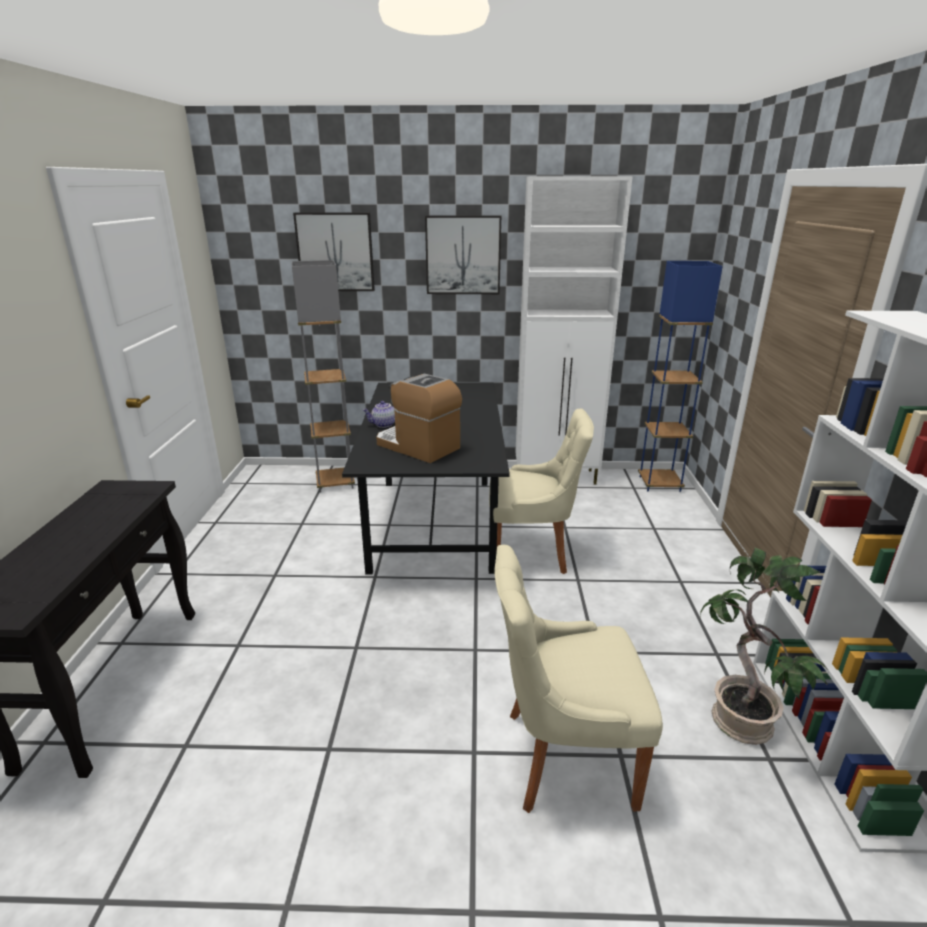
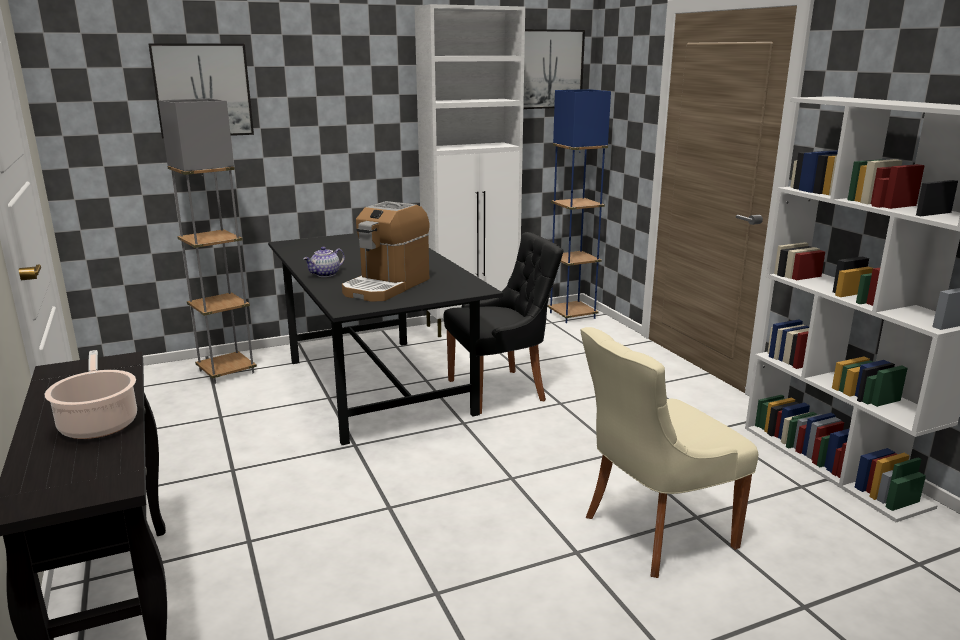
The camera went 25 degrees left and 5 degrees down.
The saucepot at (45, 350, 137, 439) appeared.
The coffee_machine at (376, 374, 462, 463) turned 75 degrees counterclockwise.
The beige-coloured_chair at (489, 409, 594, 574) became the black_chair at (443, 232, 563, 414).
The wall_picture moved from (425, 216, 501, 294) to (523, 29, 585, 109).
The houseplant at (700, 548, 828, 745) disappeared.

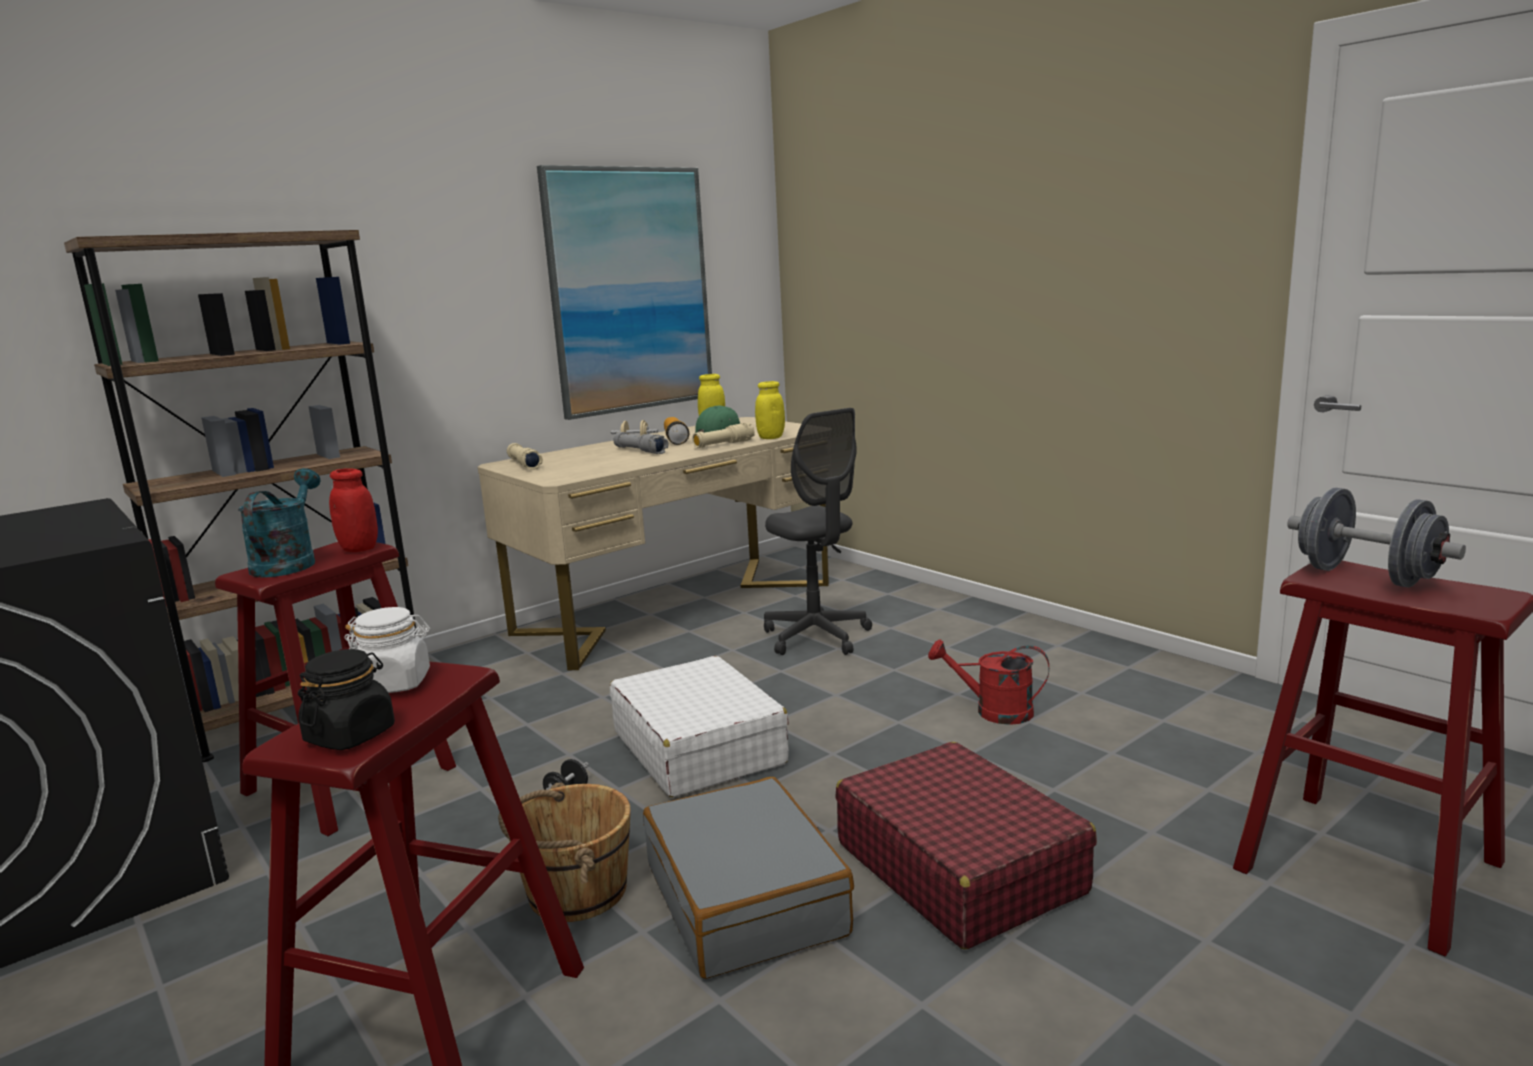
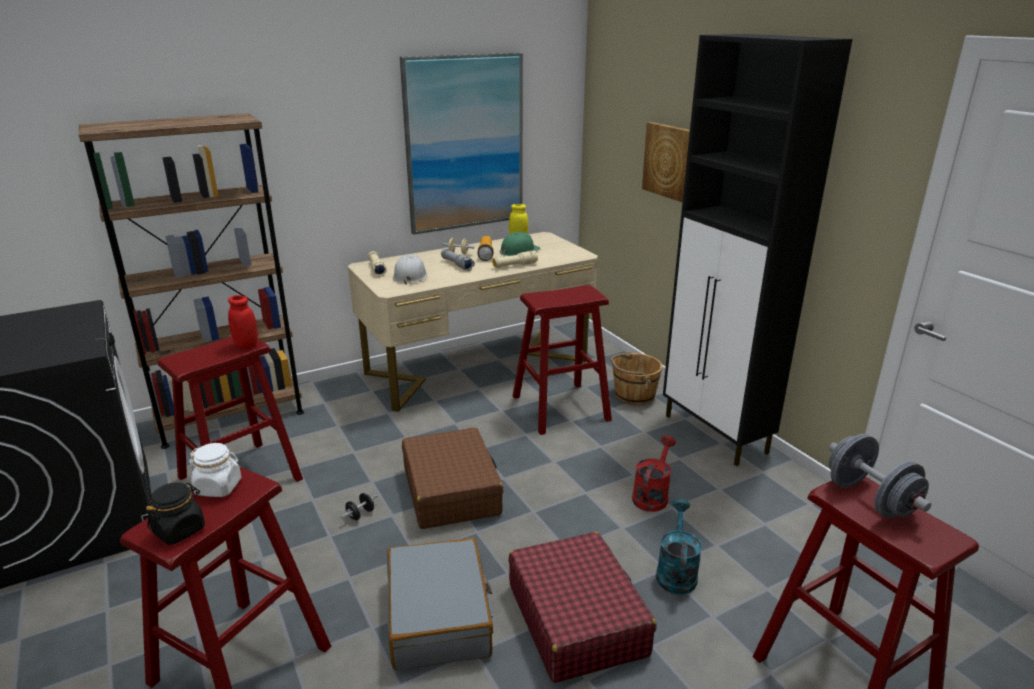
The camera went 10 degrees right and 10 degrees up.
The white_safety_helmet at (393, 254, 427, 285) appeared.
The white_piece_of_luggage at (610, 656, 789, 797) became the brown-coloured_piece_of_luggage at (402, 428, 503, 529).
The grey_computer_chair at (764, 408, 872, 655) was replaced by the red_sitting_stool at (513, 285, 612, 435).
The brown-coloured_water_bucket moved from (498, 783, 631, 922) to (610, 352, 663, 405).
The red_sprinkling_can at (928, 640, 1049, 725) turned 90 degrees clockwise.
The wall_picture at (642, 122, 690, 202) appeared.
The blue-green_sprinkling_can moved from (238, 468, 321, 578) to (656, 499, 702, 595).
The black_cupboard at (663, 34, 853, 466) appeared.
The yellow_storage_jar at (755, 381, 785, 439) disappeared.

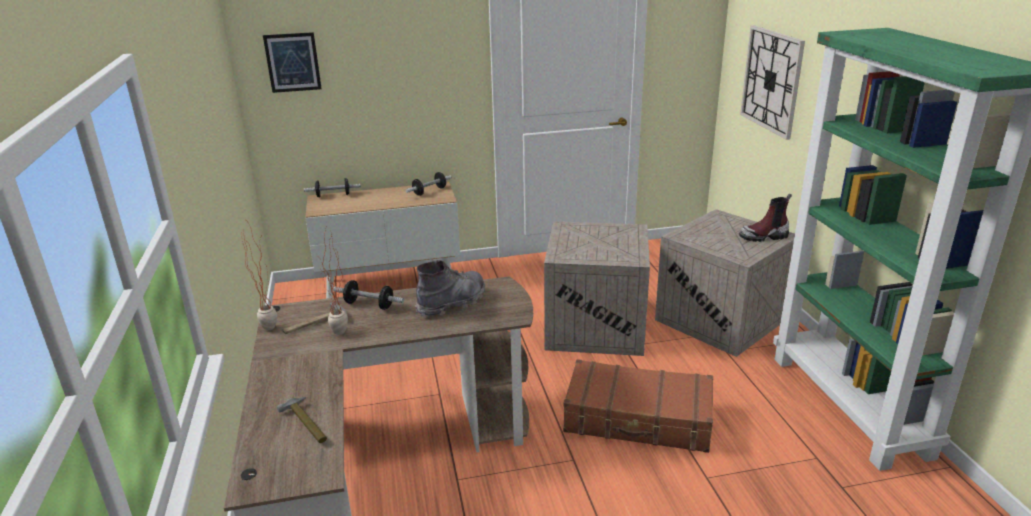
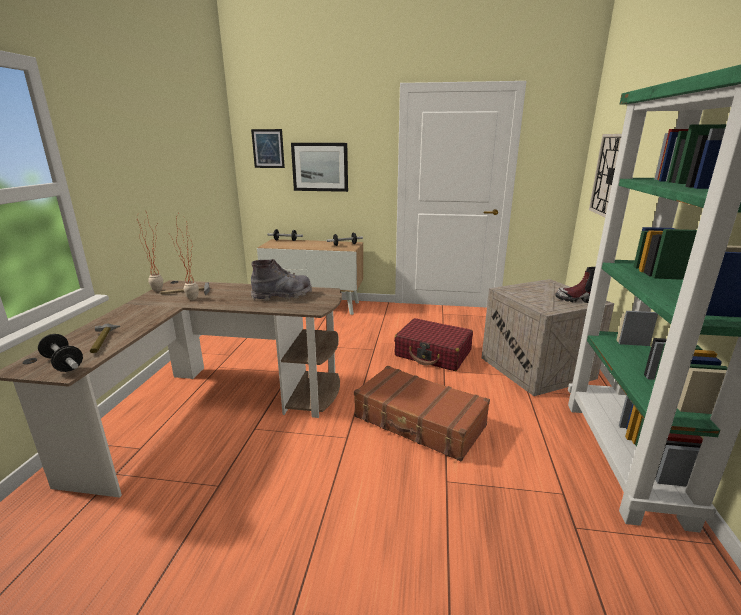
The camera went 20 degrees right and 5 degrees down.
The free_weight moved from (333, 280, 404, 310) to (38, 334, 83, 372).
The wall_picture at (291, 143, 348, 192) appeared.
The crate at (544, 221, 650, 356) was replaced by the red_piece_of_luggage at (394, 318, 473, 371).

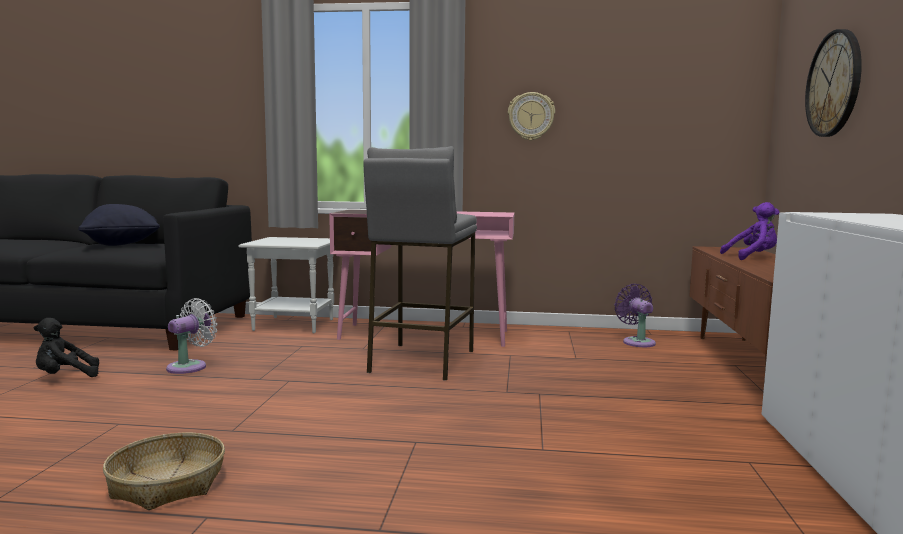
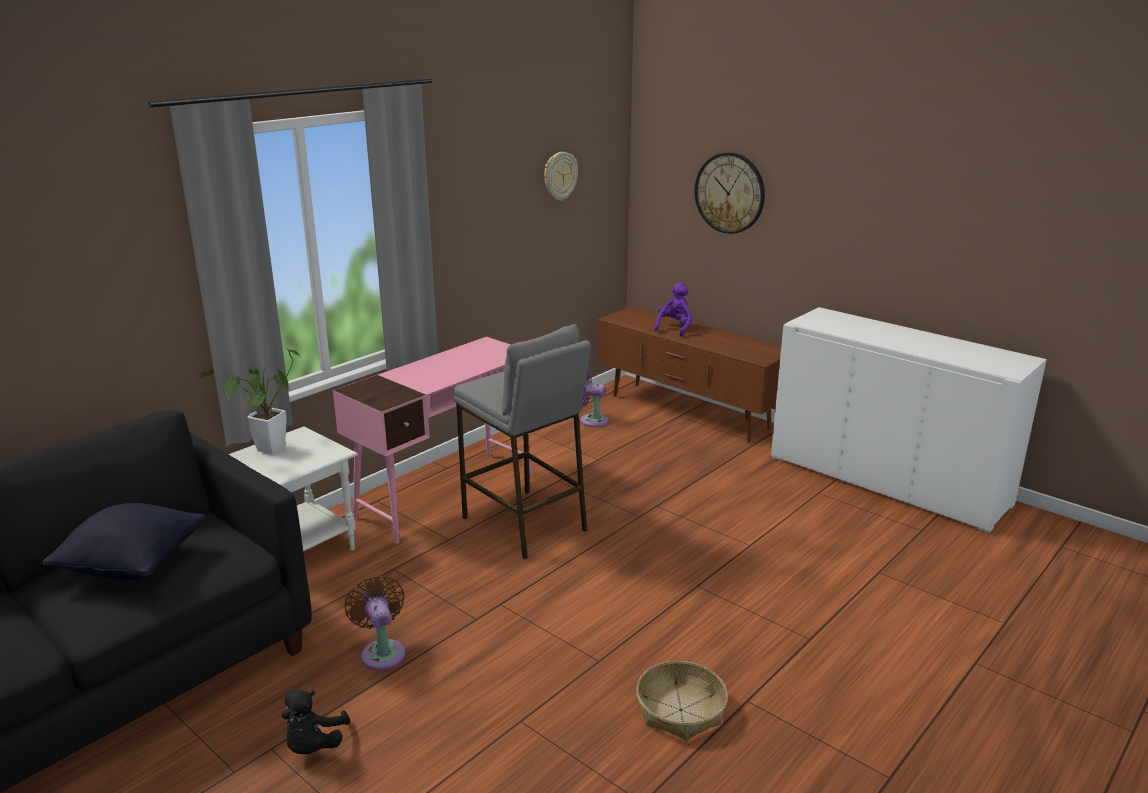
The camera went 55 degrees left and 15 degrees up.
The houseplant at (199, 349, 300, 454) appeared.
The white_fan at (166, 298, 218, 374) became the brown-coloured_fan at (345, 575, 406, 670).
The hanging_clock moved from (508, 92, 555, 141) to (544, 152, 578, 201).

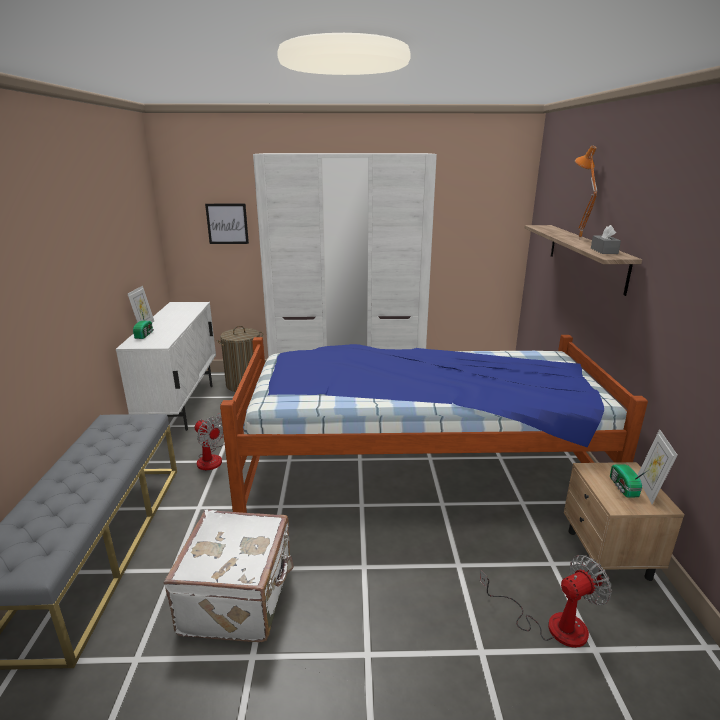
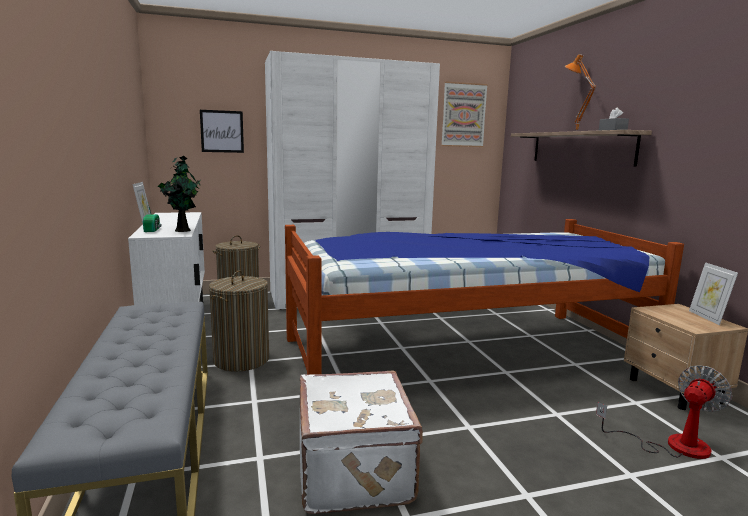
The camera went 15 degrees left and 10 degrees down.
The houseplant at (157, 156, 201, 232) appeared.
The fan at (195, 413, 225, 470) was replaced by the washing_basket at (209, 270, 269, 372).
The wall_picture at (441, 82, 488, 147) appeared.
The radio at (610, 464, 648, 497) disappeared.

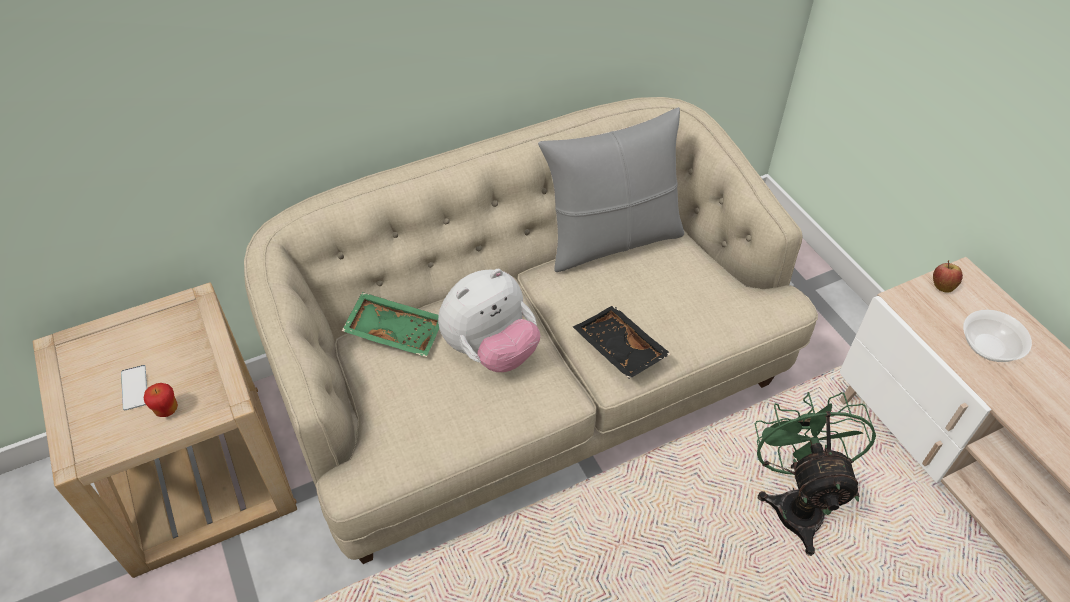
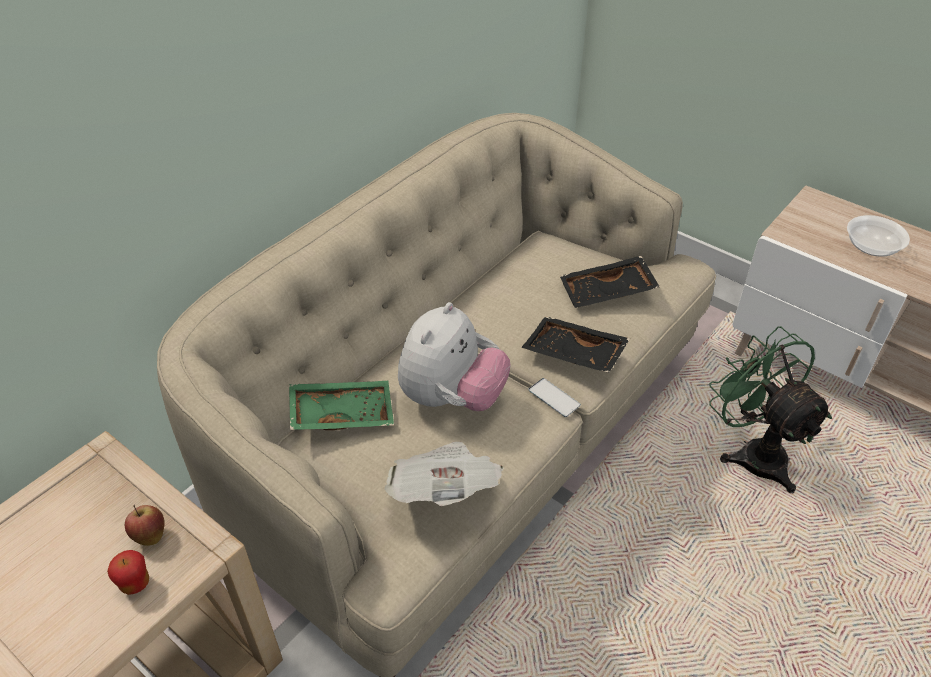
The camera went 25 degrees left and 5 degrees down.
The apple_fruit moved from (933, 260, 963, 293) to (125, 505, 165, 546).
The newspaper at (384, 442, 504, 506) appeared.
The telephone moved from (121, 365, 147, 410) to (528, 378, 581, 417).
The black_serving_tray at (560, 256, 660, 308) appeared.
The grey_pillow at (538, 107, 684, 272) disappeared.

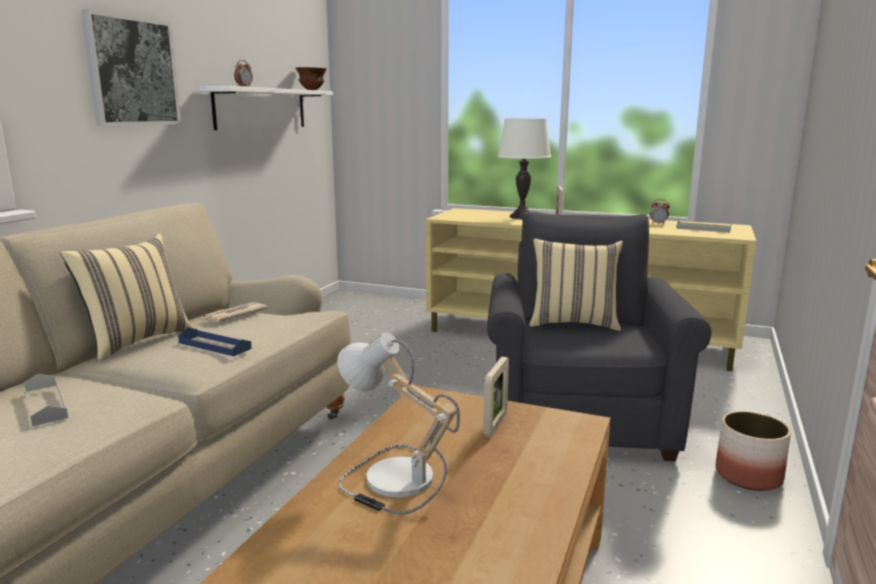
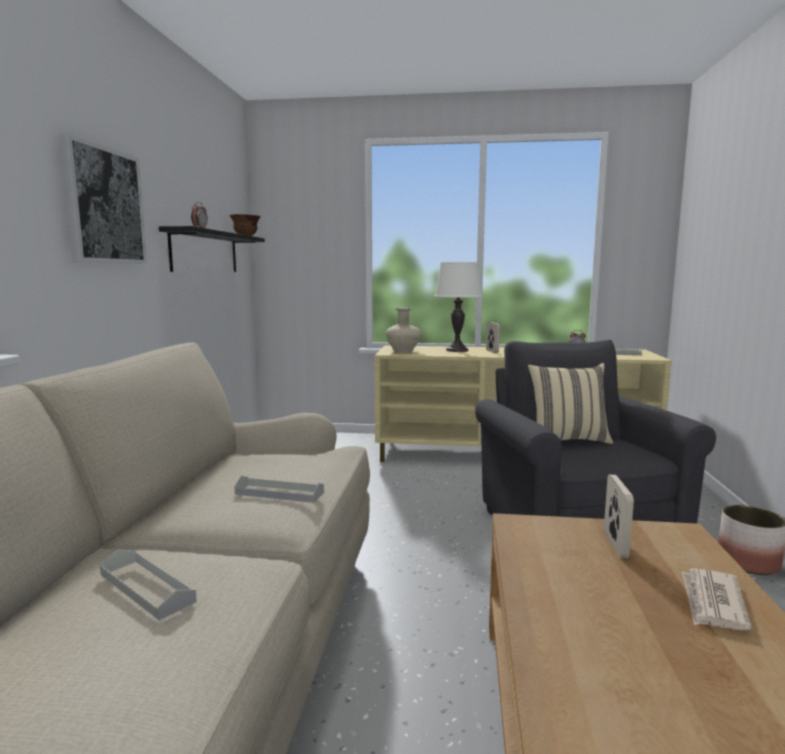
The camera went 15 degrees left and 5 degrees down.
The white_shelf at (199, 86, 333, 130) became the black_shelf at (159, 226, 265, 272).
The blue-coloured_serving_tray at (178, 327, 252, 356) became the grey_serving_tray at (234, 476, 324, 503).
The beige-coloured_decorative_vase at (386, 308, 421, 353) appeared.
The newspaper moved from (202, 302, 268, 322) to (682, 568, 752, 631).
The beige-coloured_pillow at (60, 234, 194, 361) disappeared.
The tabletop_lamp at (337, 332, 460, 515) disappeared.

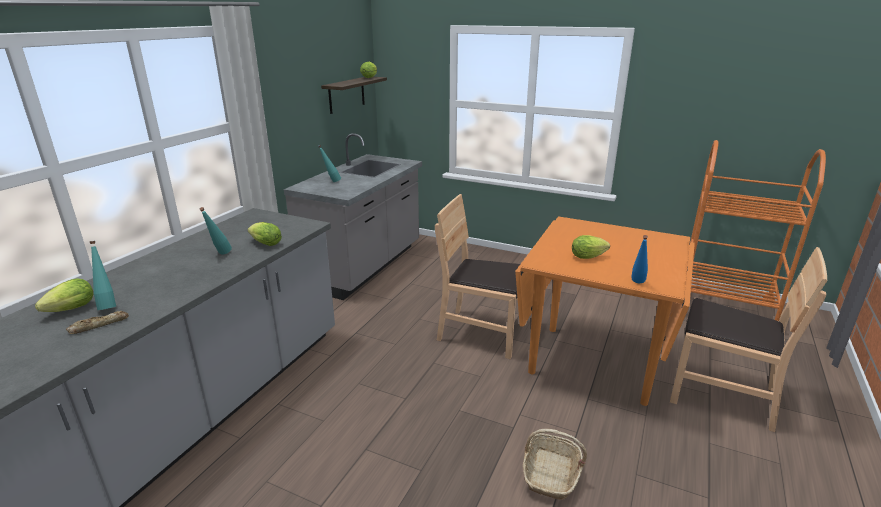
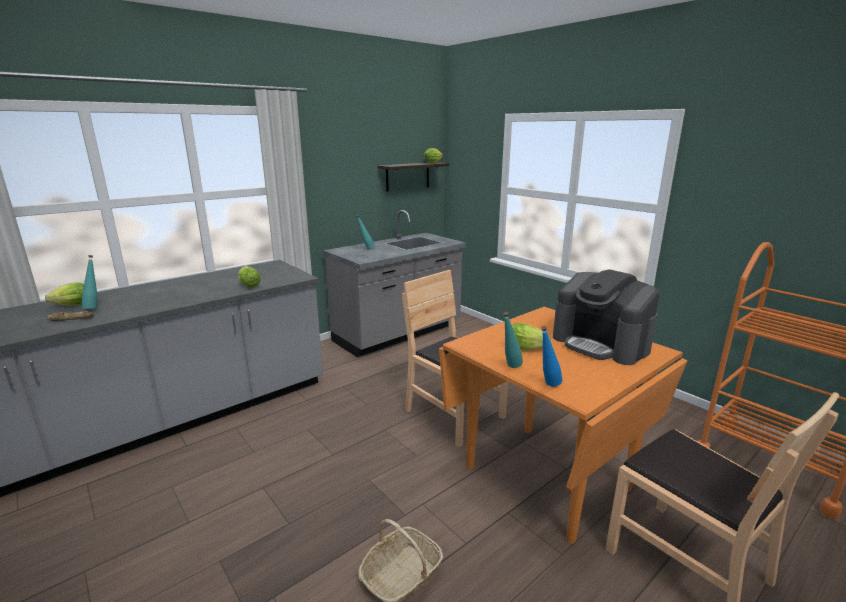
The camera went 25 degrees right and 5 degrees down.
The blue-green_drink_bottle moved from (199, 207, 232, 254) to (503, 312, 523, 368).
The coffee_machine at (553, 269, 660, 365) appeared.

